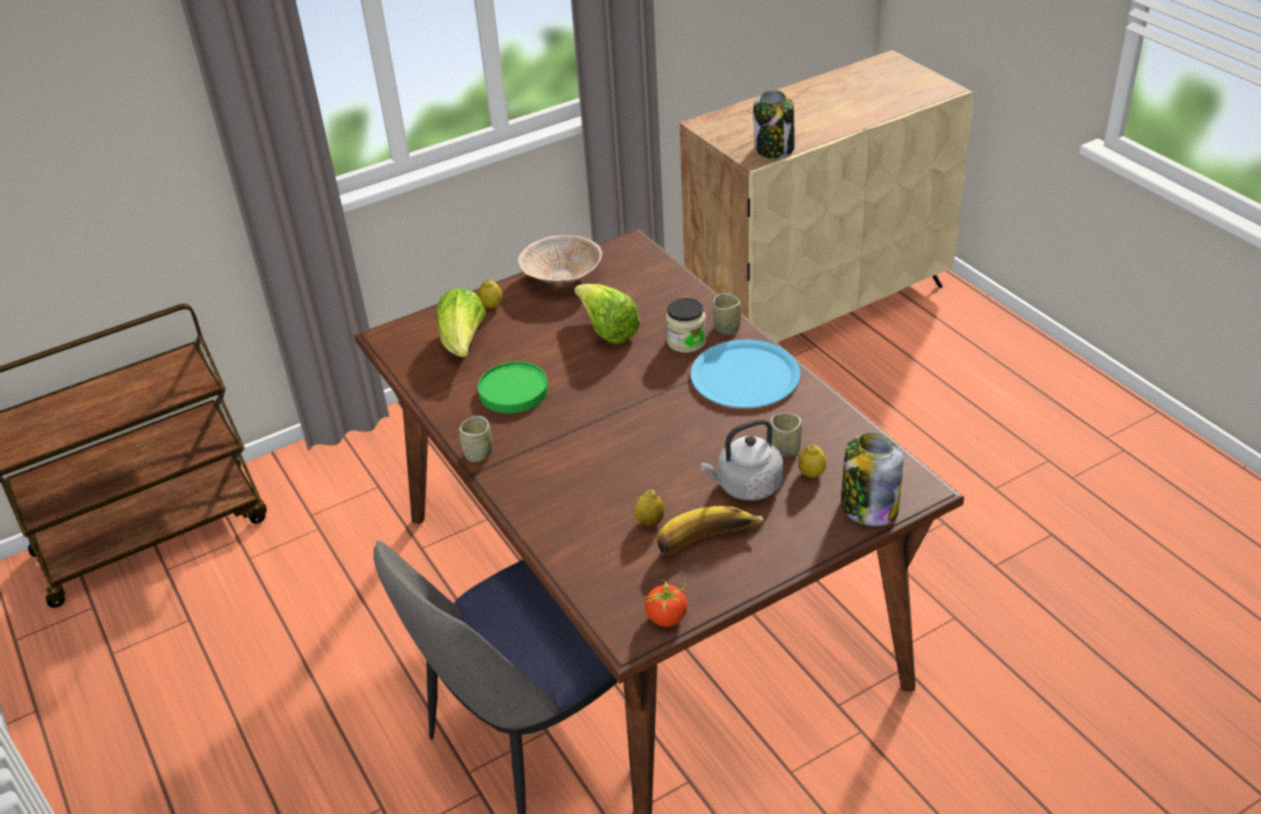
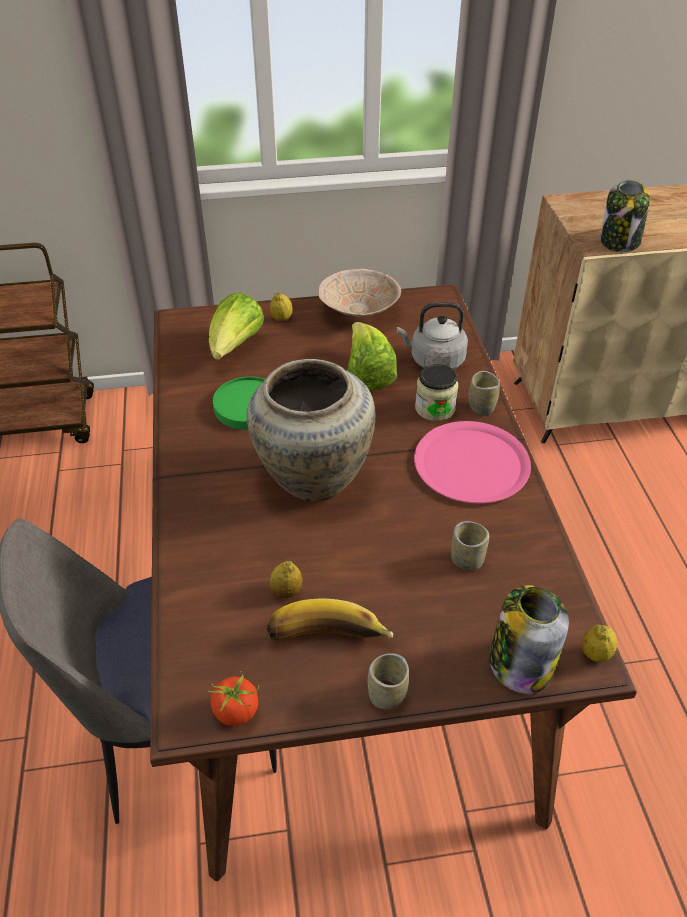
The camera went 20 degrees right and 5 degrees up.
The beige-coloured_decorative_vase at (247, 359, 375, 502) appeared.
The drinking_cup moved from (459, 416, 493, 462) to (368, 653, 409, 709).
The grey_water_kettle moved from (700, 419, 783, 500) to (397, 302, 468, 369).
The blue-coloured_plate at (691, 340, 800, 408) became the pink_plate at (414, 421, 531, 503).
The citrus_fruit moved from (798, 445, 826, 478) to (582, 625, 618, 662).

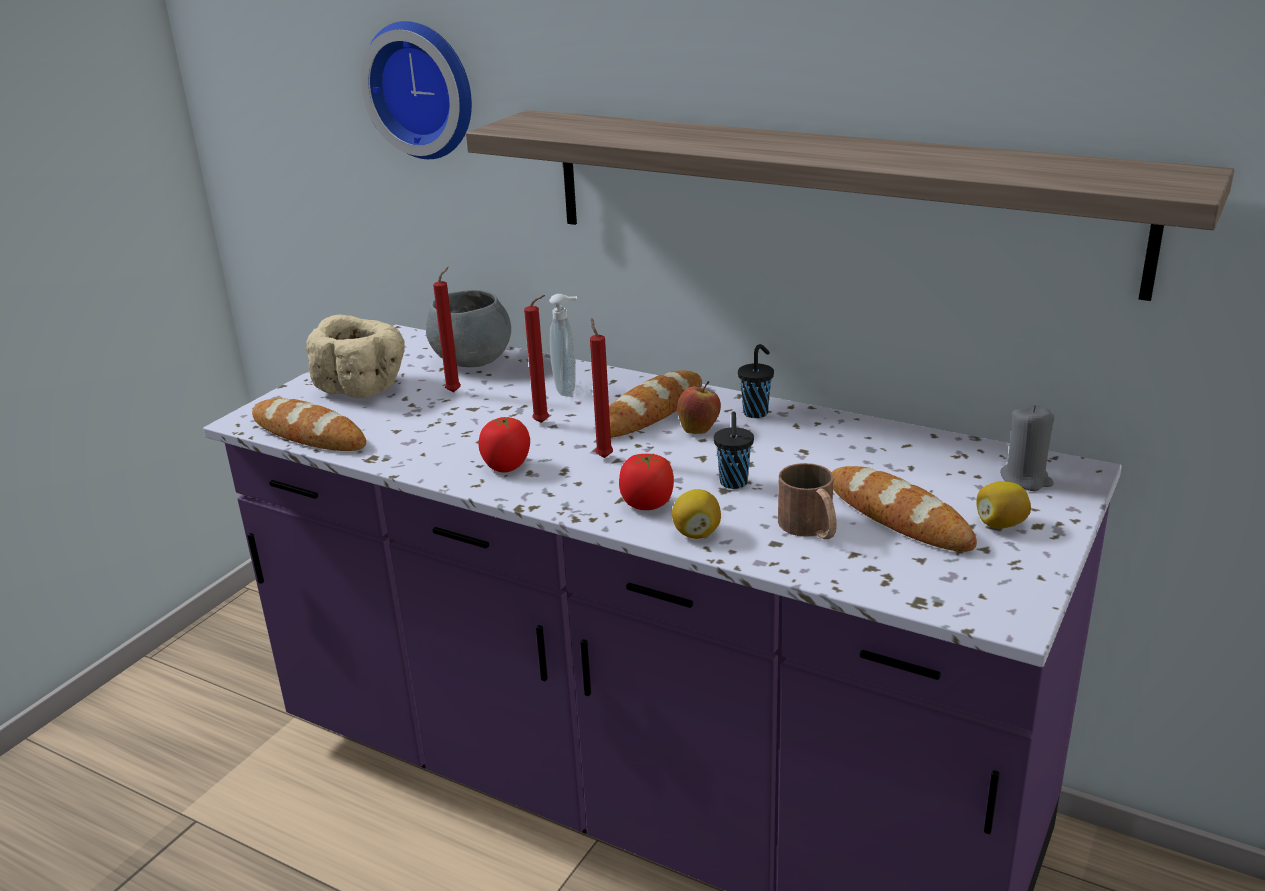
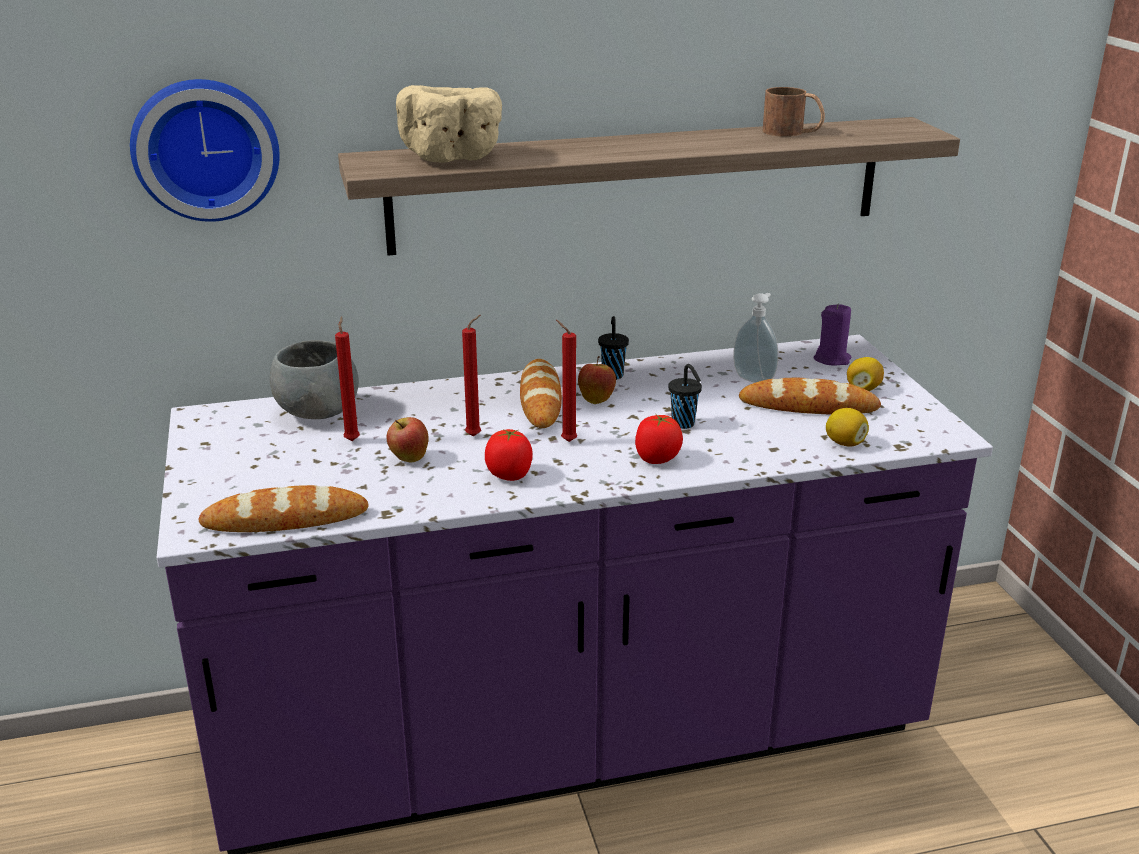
The camera went 45 degrees left and 0 degrees up.
The apple_fruit at (386, 417, 429, 463) appeared.
The beige-coloured_serving_bowl moved from (306, 314, 405, 398) to (396, 85, 502, 162).
The soap_bottle moved from (549, 294, 577, 396) to (733, 293, 778, 383).
The brown-coloured_mug moved from (778, 463, 837, 539) to (763, 87, 825, 137).
The grey_wax_light at (1000, 405, 1054, 491) became the purple_wax_light at (814, 303, 851, 366).
The citrus_fruit moved from (672, 489, 721, 539) to (826, 408, 869, 446).

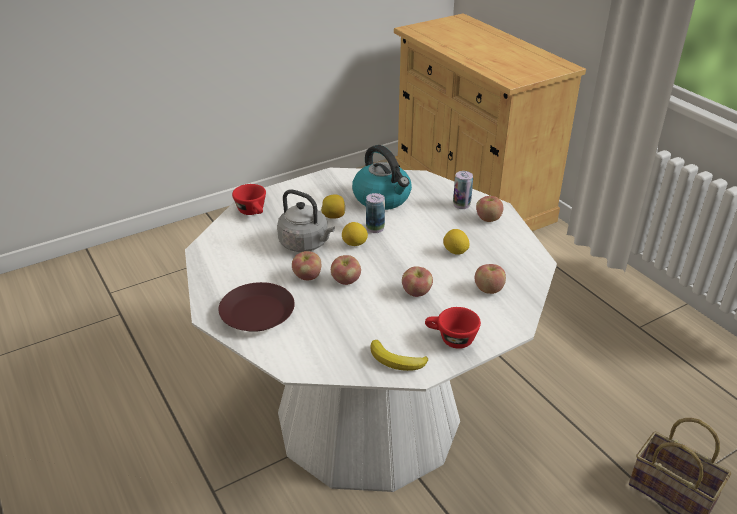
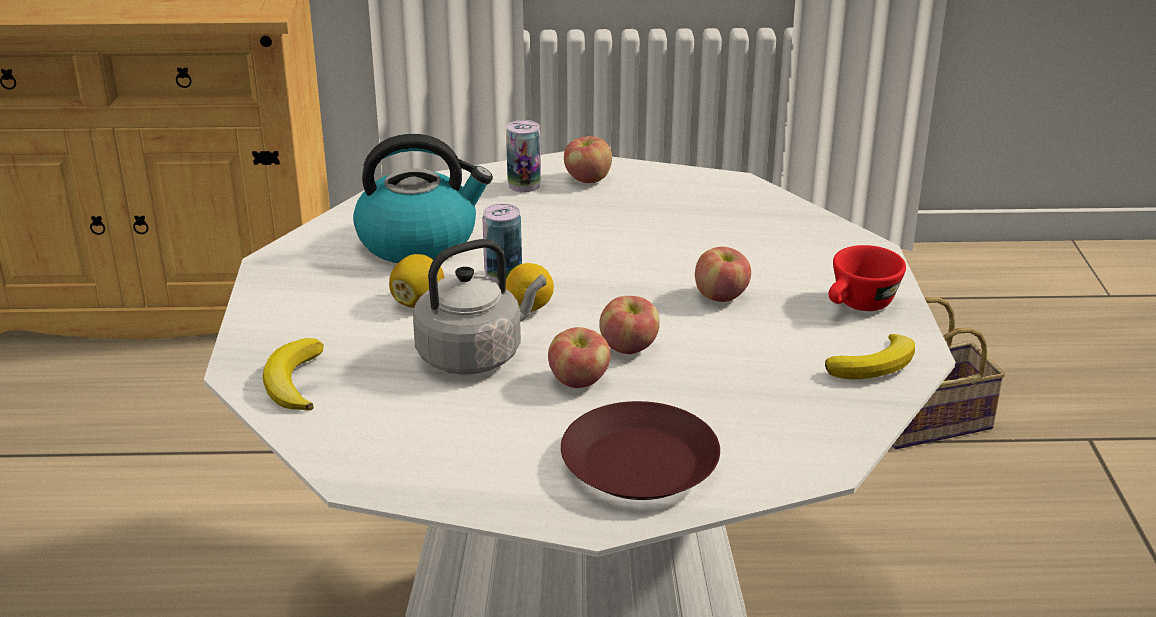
The camera went 60 degrees left and 5 degrees down.
The red_drinking_cup at (232, 184, 266, 215) was replaced by the banana_fruit at (263, 338, 324, 411).
The citrus_fruit at (443, 229, 469, 255) disappeared.
The apple_fruit at (475, 264, 506, 294) disappeared.

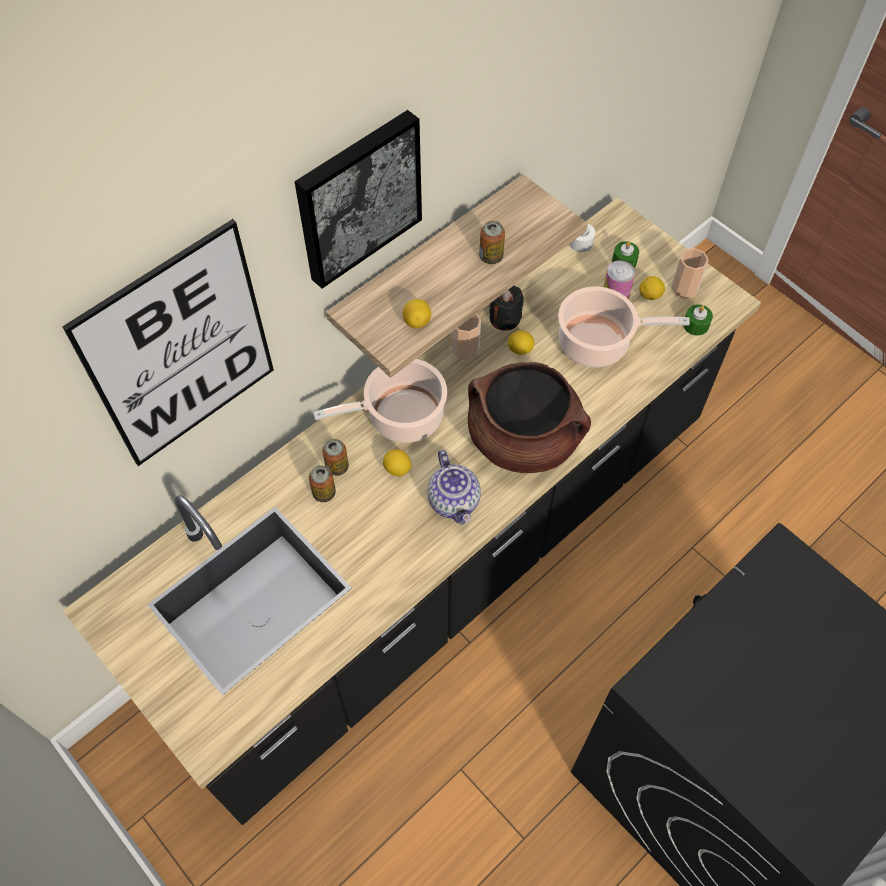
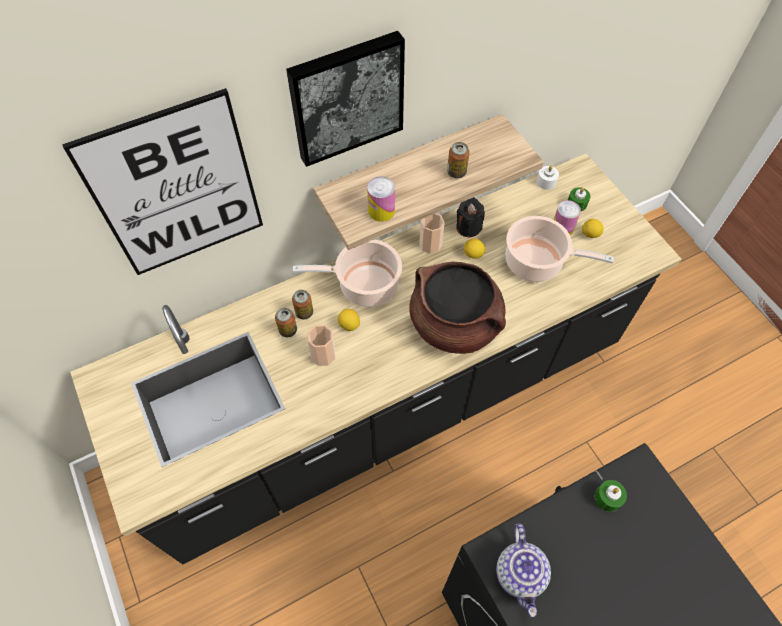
The camera went 15 degrees right and 0 degrees up.
The drinking_cup moved from (671, 248, 709, 299) to (308, 325, 335, 366).
The citrus_fruit at (403, 299, 431, 328) was replaced by the can at (367, 176, 395, 222).
The pot_for_tea moved from (427, 450, 481, 525) to (496, 523, 551, 617).
The green-coloured_wax_light moved from (683, 304, 713, 336) to (595, 480, 627, 512).

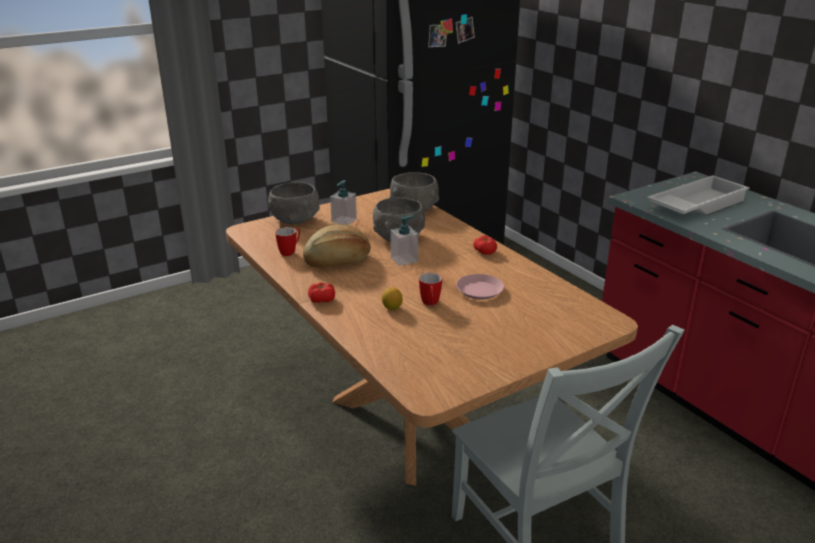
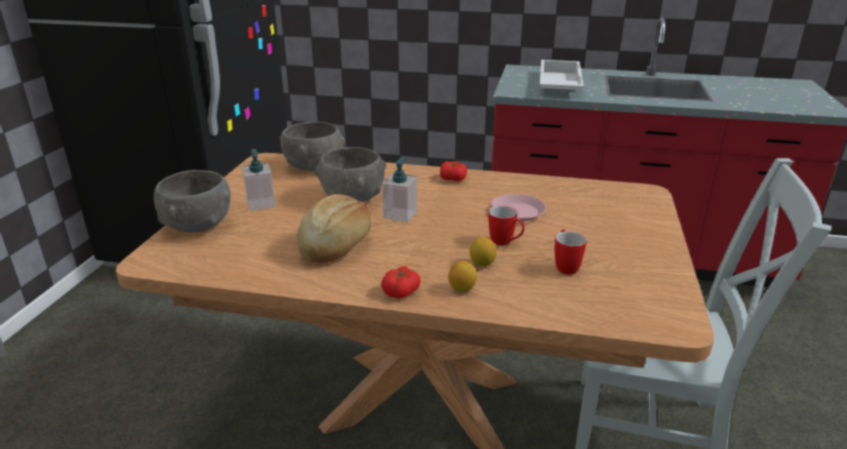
The camera went 45 degrees left and 0 degrees up.
The citrus_fruit at (448, 261, 477, 292) appeared.
The mug moved from (275, 227, 300, 256) to (555, 230, 587, 275).

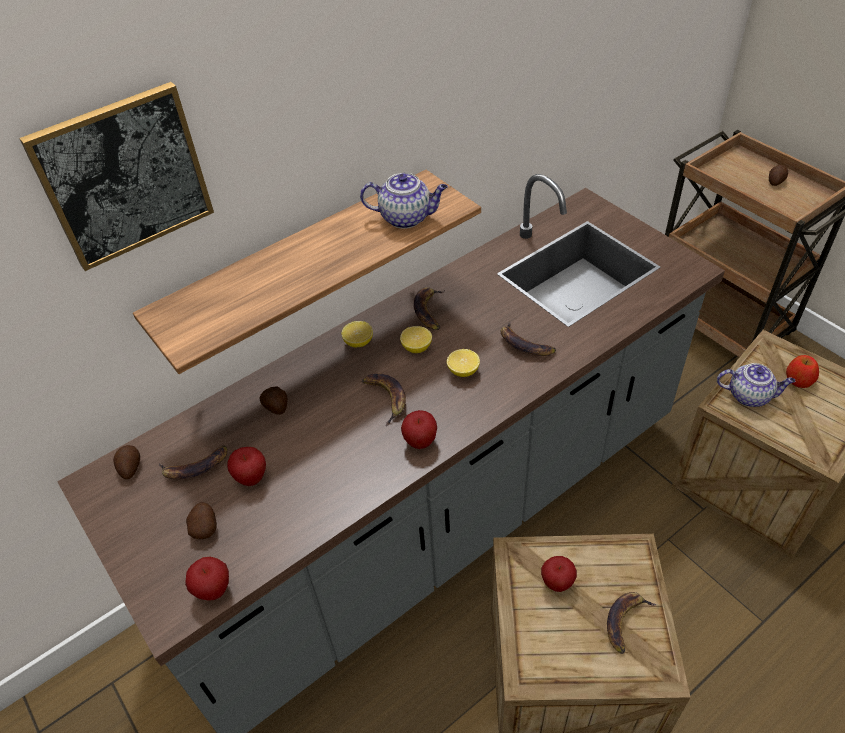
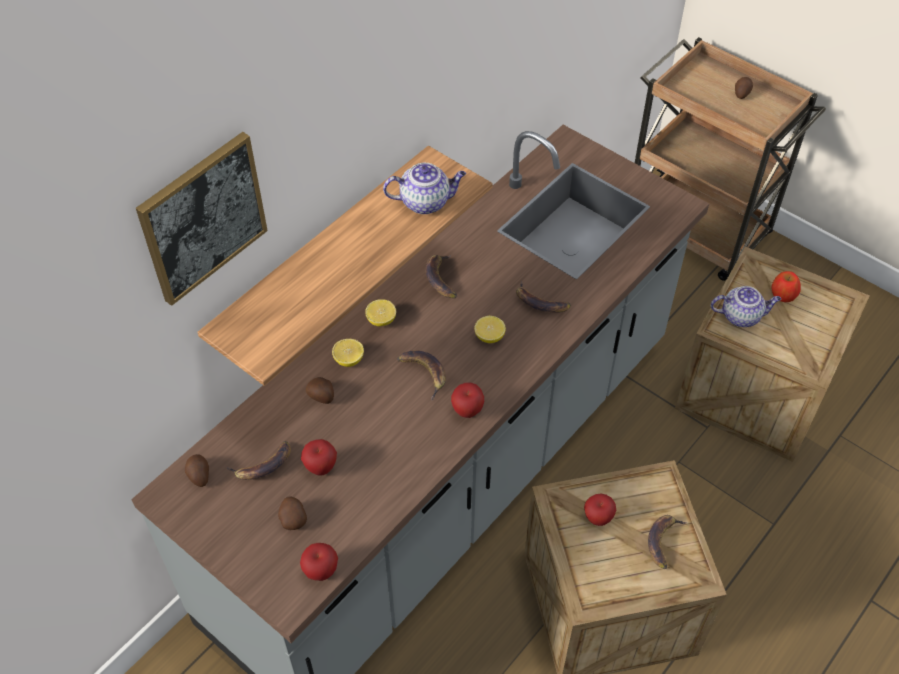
The camera went 15 degrees left and 5 degrees up.
The citrus_fruit moved from (400, 326, 432, 353) to (332, 339, 364, 367).

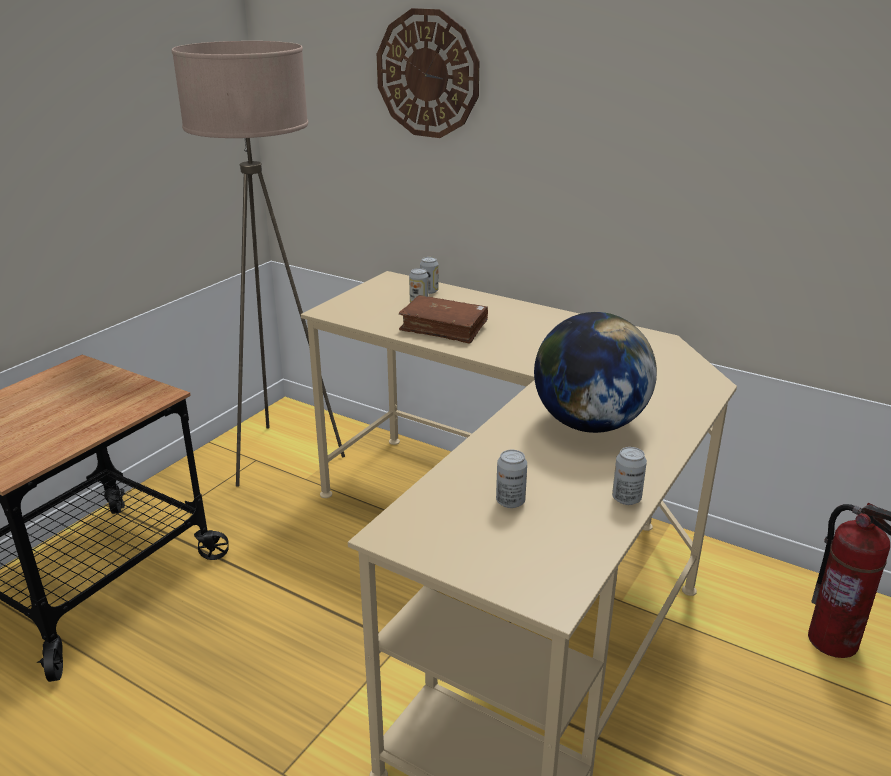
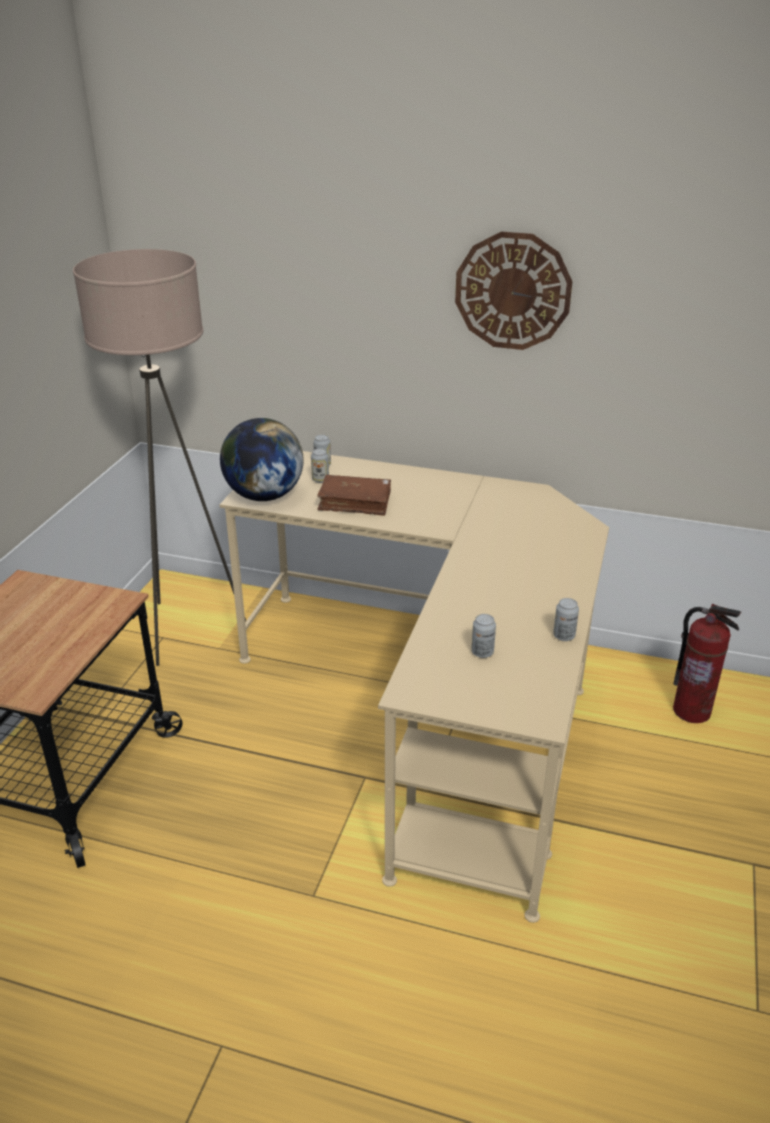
The camera went 15 degrees left and 5 degrees up.
The desk_globe moved from (534, 312, 657, 433) to (220, 418, 304, 501).
The hanging_clock moved from (377, 8, 479, 138) to (455, 231, 572, 350).

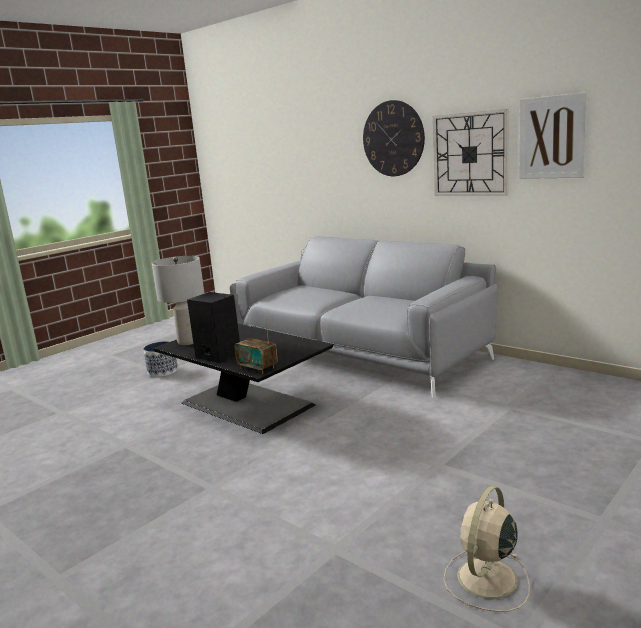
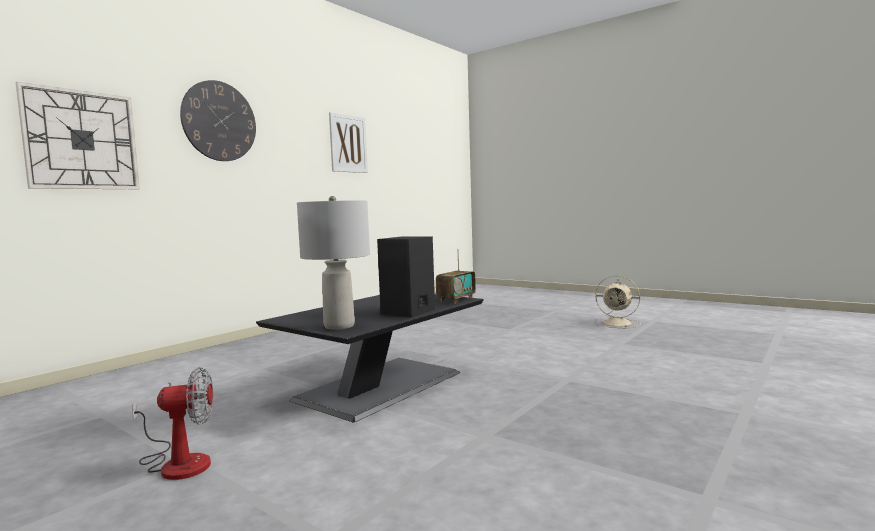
The camera went 95 degrees left and 10 degrees down.
The hanging_clock moved from (433, 109, 509, 196) to (16, 82, 140, 189).
The flower_pot at (143, 341, 178, 377) was replaced by the fan at (132, 367, 213, 480).
The grey_couch at (230, 236, 498, 398) disappeared.

